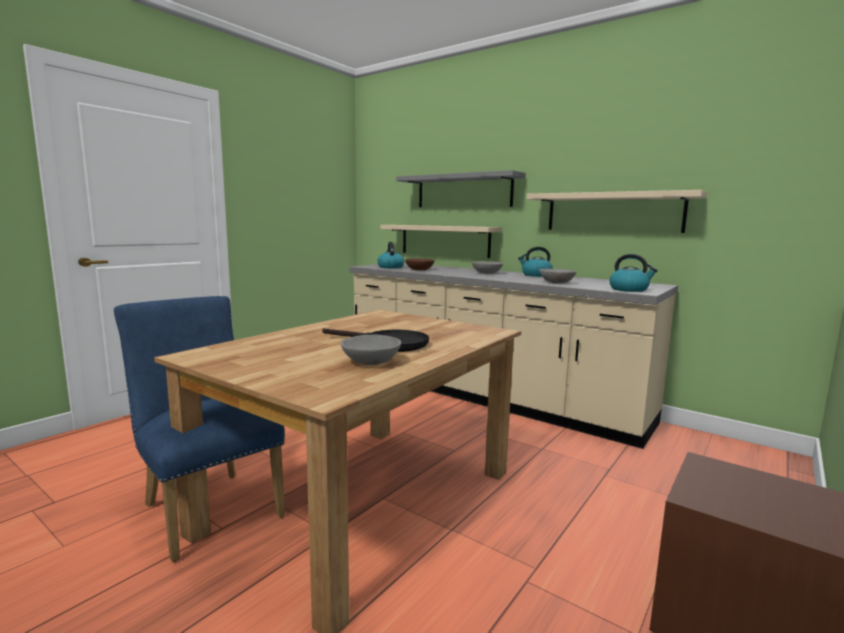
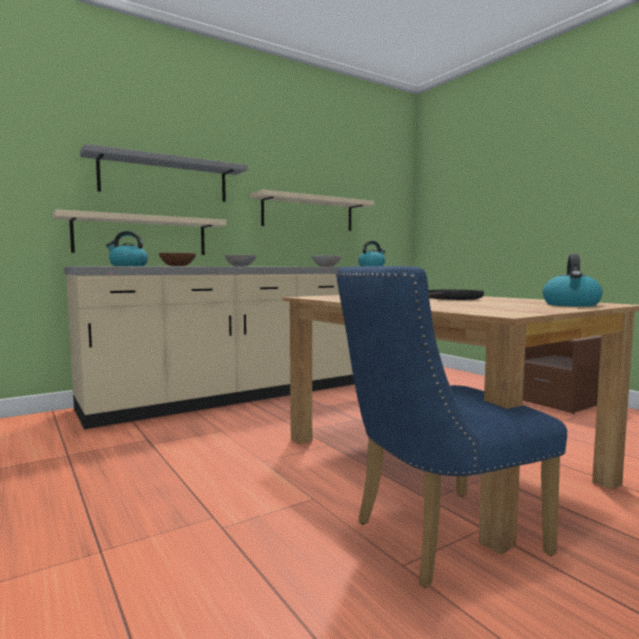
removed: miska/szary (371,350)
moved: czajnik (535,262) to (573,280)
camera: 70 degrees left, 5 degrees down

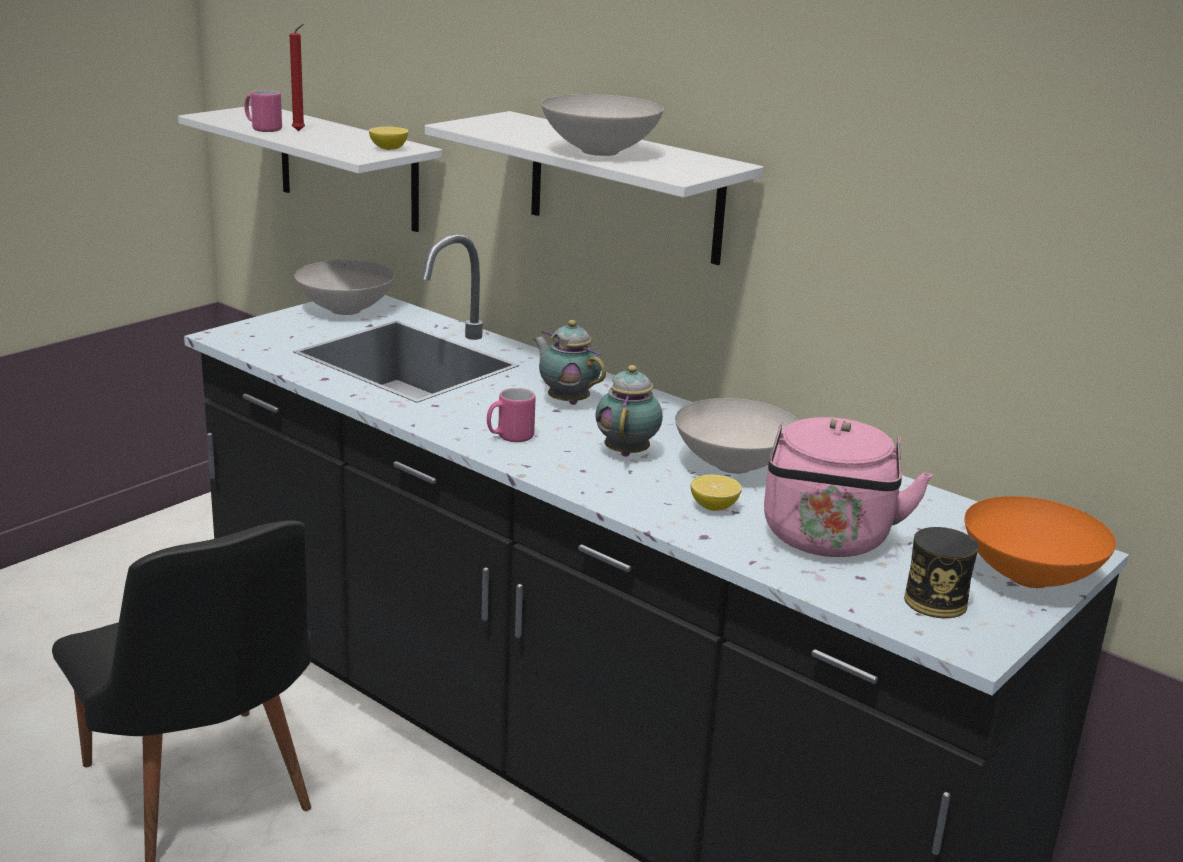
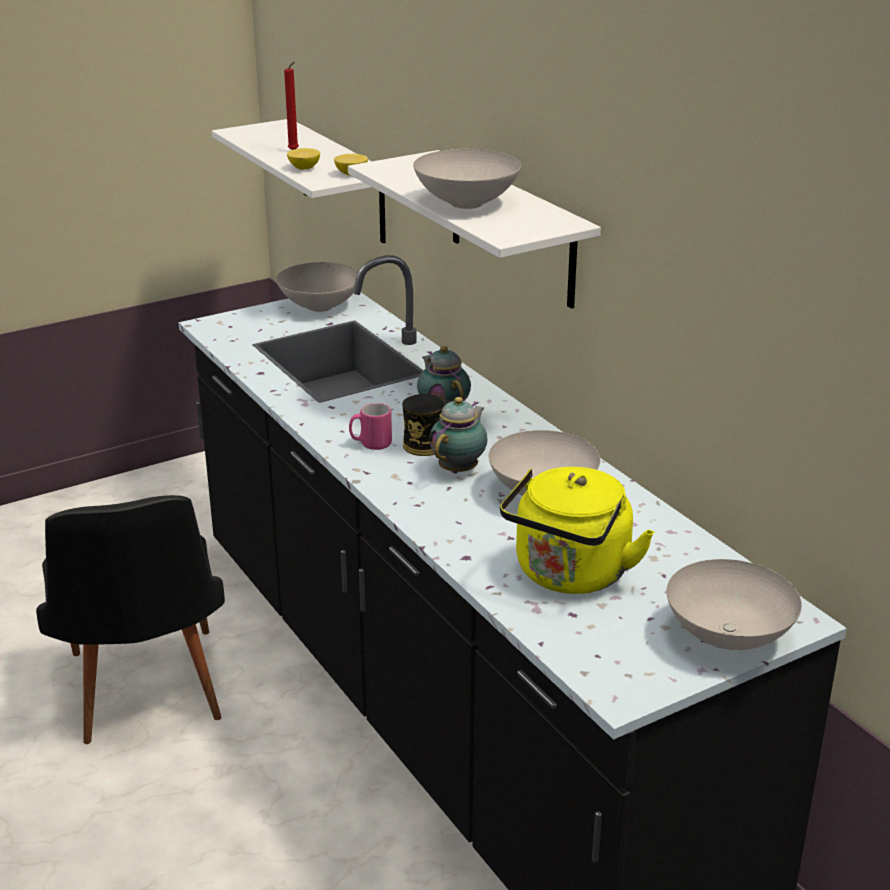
removed: kubek/różowy (263,111)
moved: cytryna (716,493) to (303,159); puszka (941,572) to (424,425)
recoloured: czajnik/różowy (848,487) to czajnik/żółty (577,530); miska/pomarańczowy (1040,542) to miska/biały (734,604)
camera: 20 degrees right, 5 degrees up

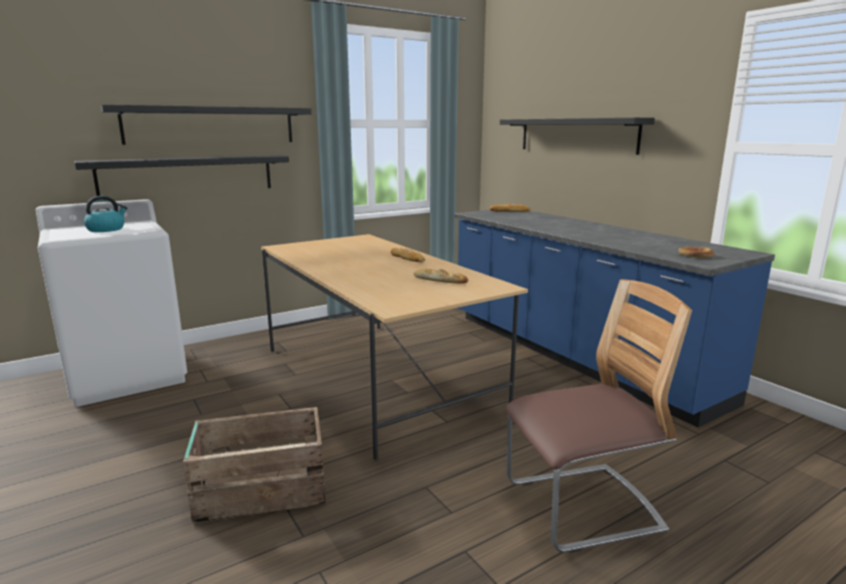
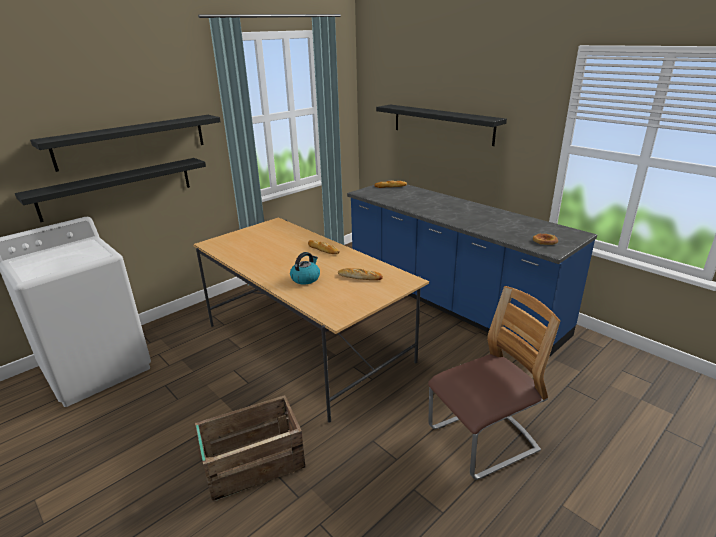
moved: czajnik (105,214) to (305,268)
camera: 10 degrees left, 10 degrees up

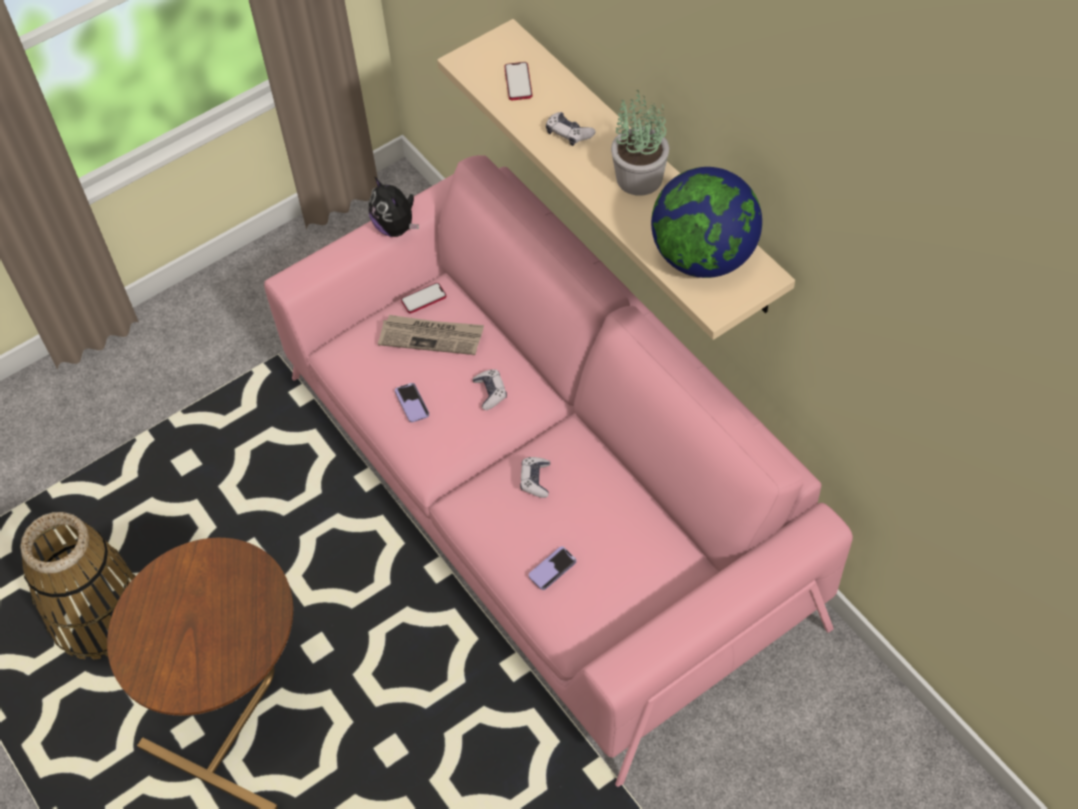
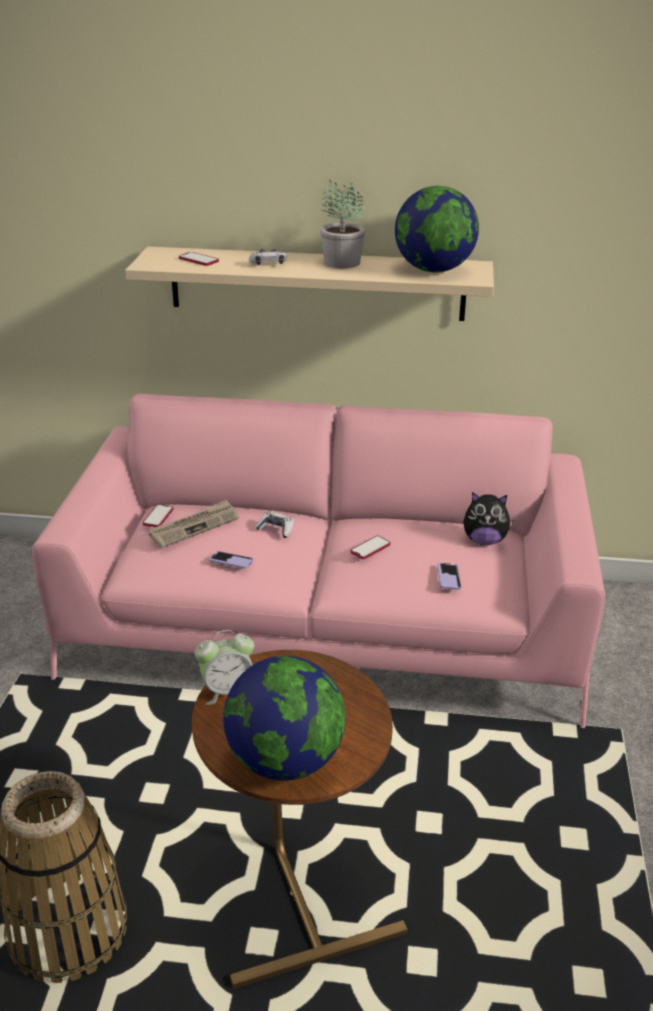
added: budzik (224,667); globus (284,718)
moved: pluszak (394,207) to (488,518)
replaced: pad do gier (535,477) to telefon (370,547)
camera: 50 degrees left, 25 degrees down

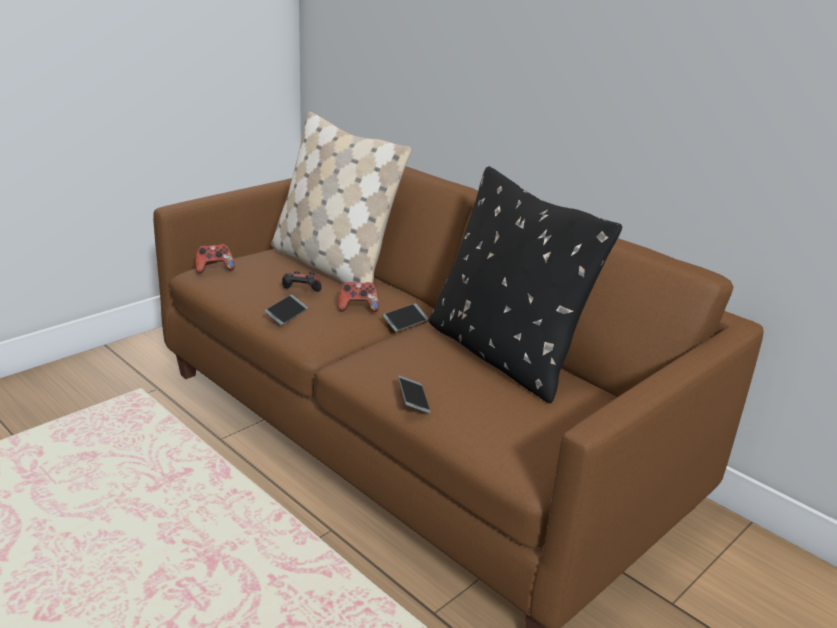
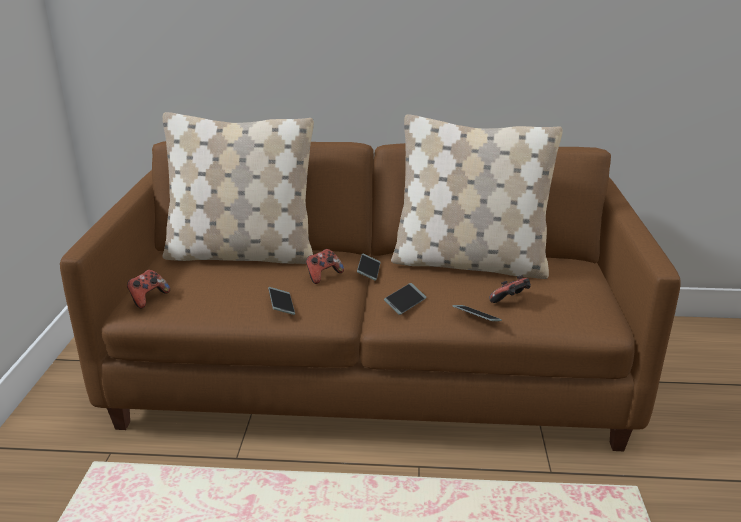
added: telefon (405,299)
moved: pad do gier (302,281) to (510,289)
recoloured: poduszka/czarny (525,284) to poduszka/beżowy (477,196)
camera: 40 degrees left, 0 degrees up

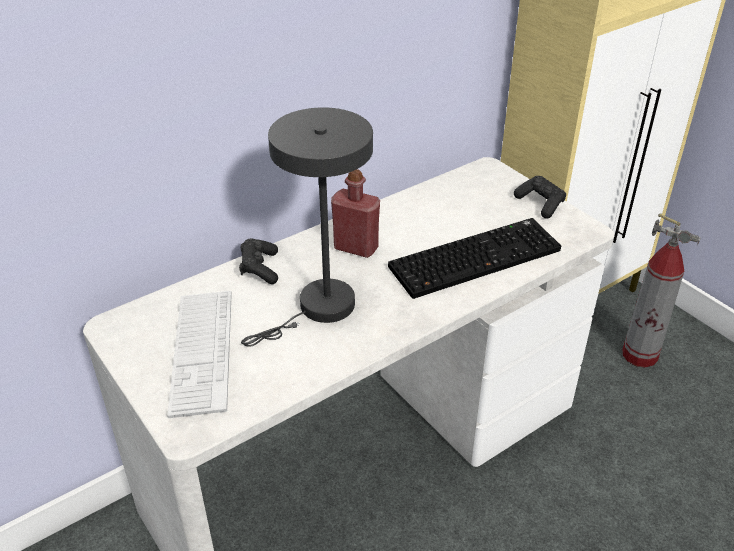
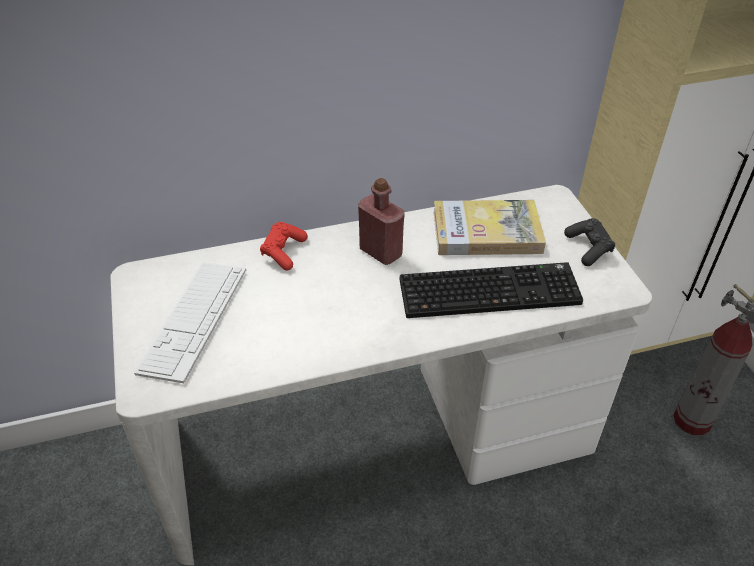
removed: lampa stołowa/szary (307,227)
added: książka (489,227)
recoloured: pad do gier/czarny (258,261) to pad do gier/czerwony (284,246)
camera: 20 degrees right, 5 degrees up

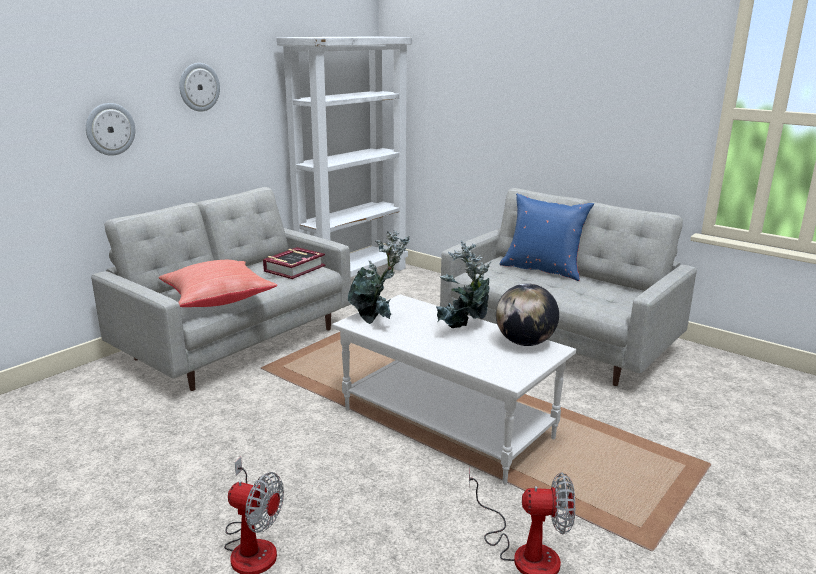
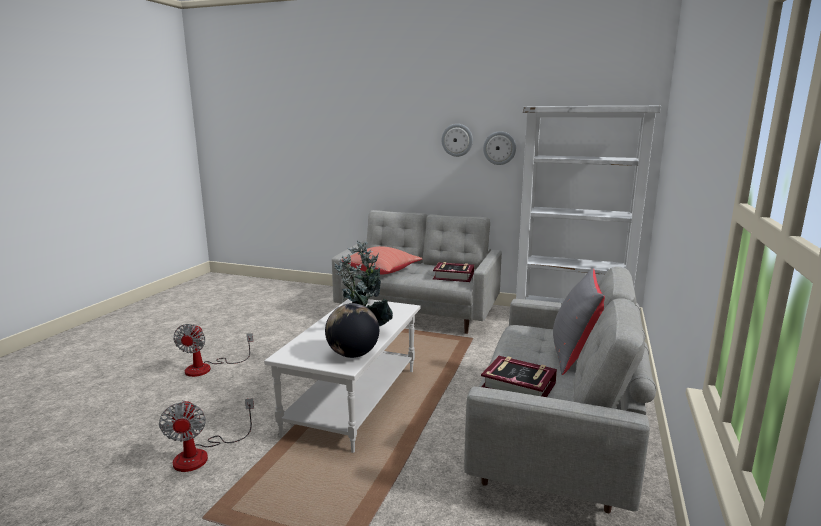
added: książka (519,376)
moved: zegar ścienny (110,129) to (499,148)
recoloured: poduszka/niebieski (547,237) to poduszka/szary (579,321)
camera: 70 degrees right, 5 degrees down

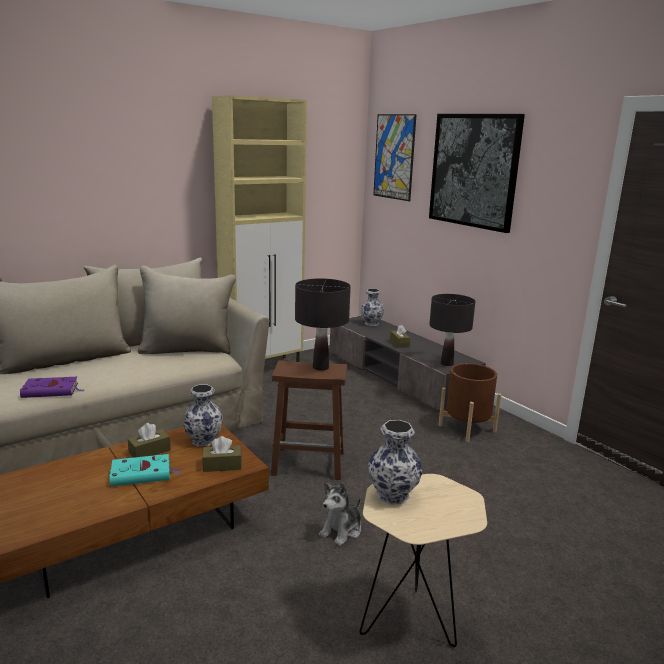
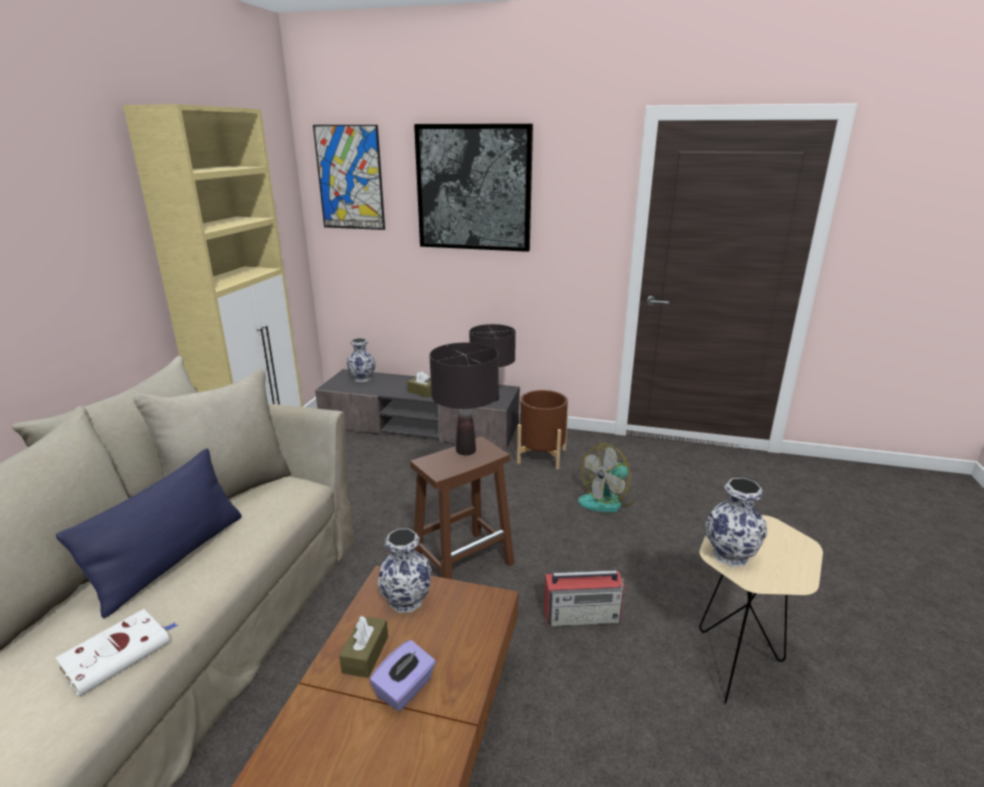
removed: pudełko chusteczek/brązowy (222,454)
added: wentylator (607,477); poduszka/niebieski (149,533)
replaced: książka/turkusowy (145,470) to pudełko chusteczek/fioletowy (402,675); pluszak (340,514) to radio (584,598)
recoloured: książka/fioletowy (52,387) to książka/biały (116,652)
camera: 40 degrees left, 5 degrees up

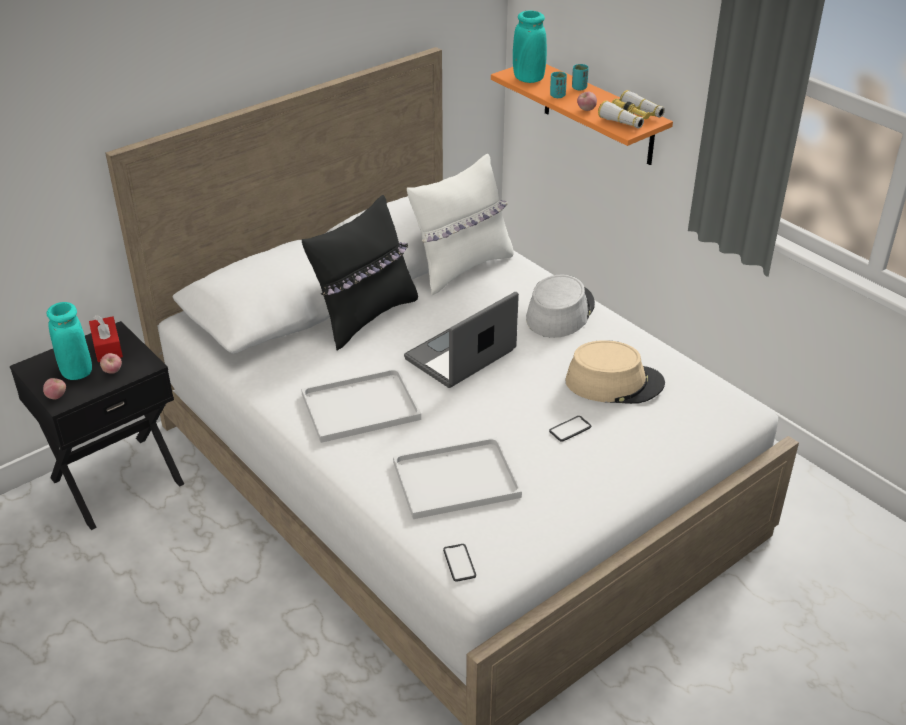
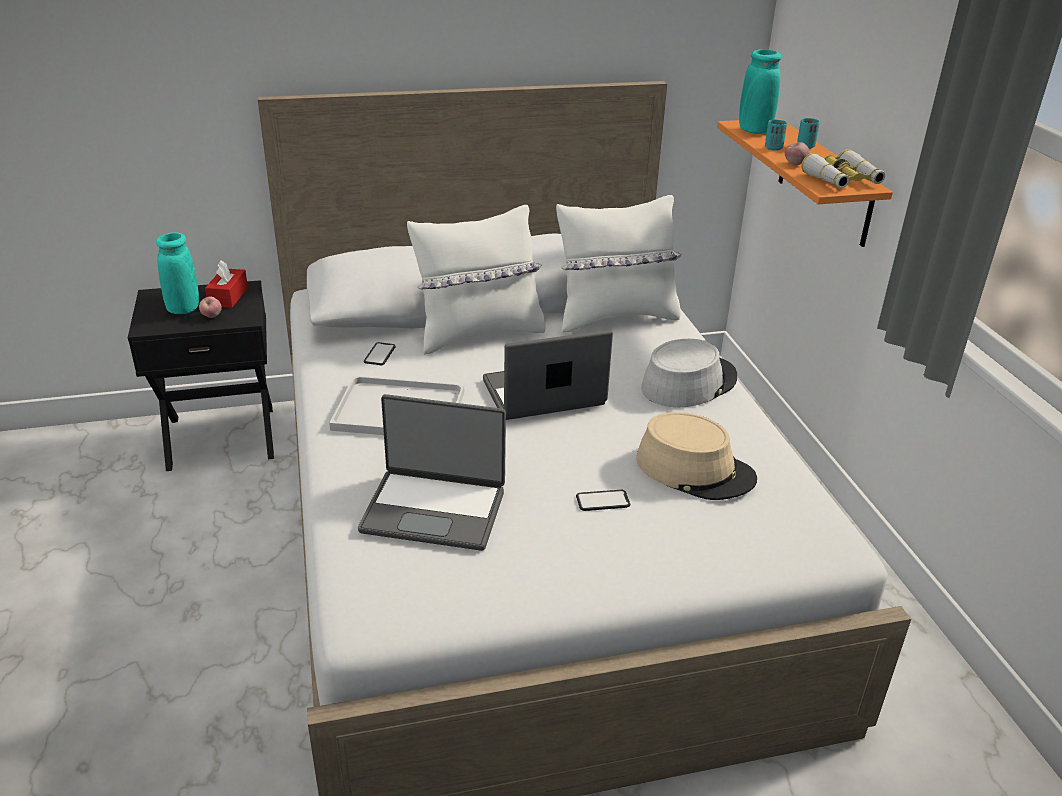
removed: jabłko (54,388)
moved: telefon (459,563) to (379,353)
replaced: taca/biały (457,478) to laptop (432,472)
recoloured: poduszka/czarny (360,273) to poduszka/biały (476,280)
camera: 25 degrees right, 5 degrees down

